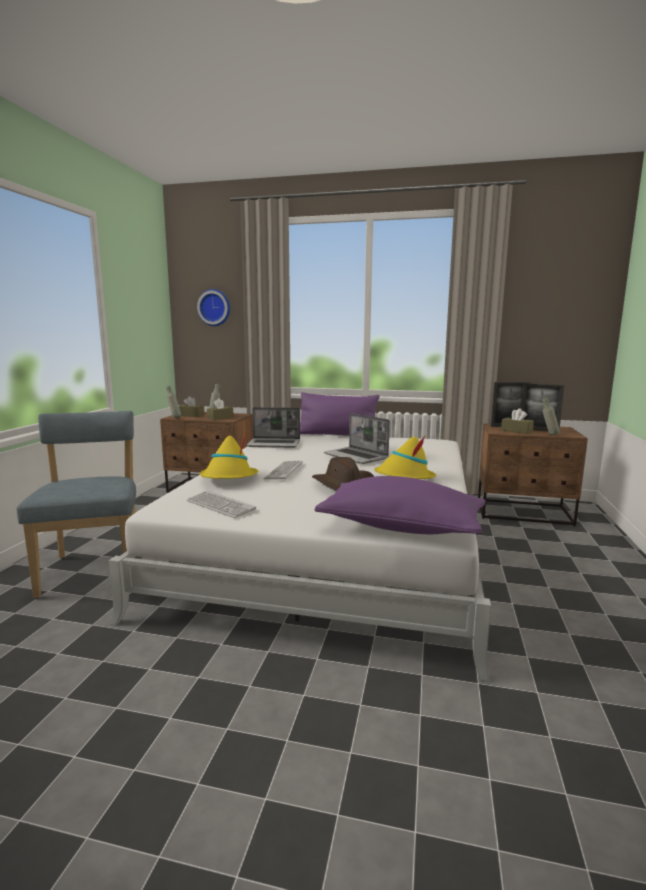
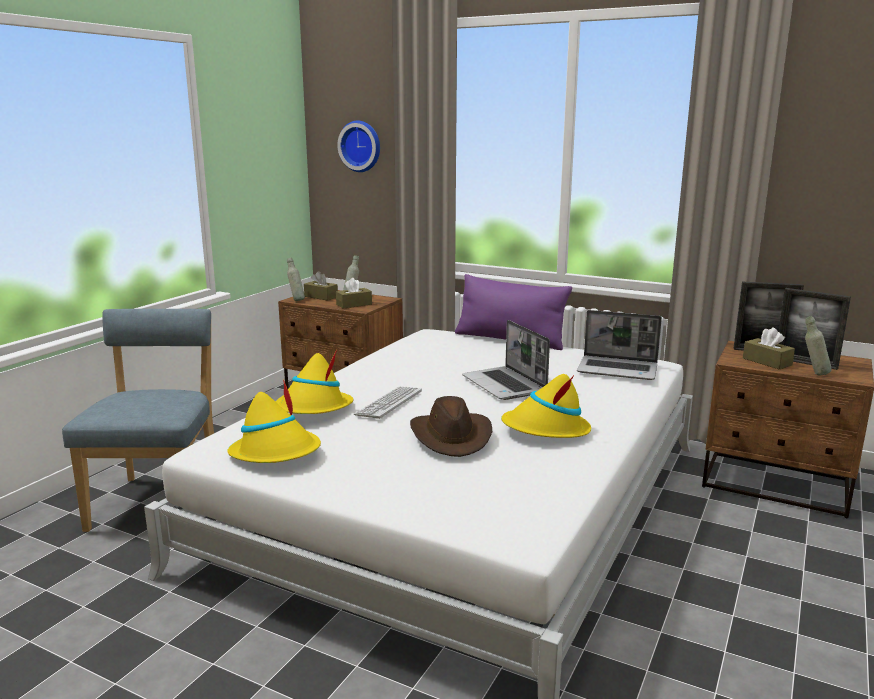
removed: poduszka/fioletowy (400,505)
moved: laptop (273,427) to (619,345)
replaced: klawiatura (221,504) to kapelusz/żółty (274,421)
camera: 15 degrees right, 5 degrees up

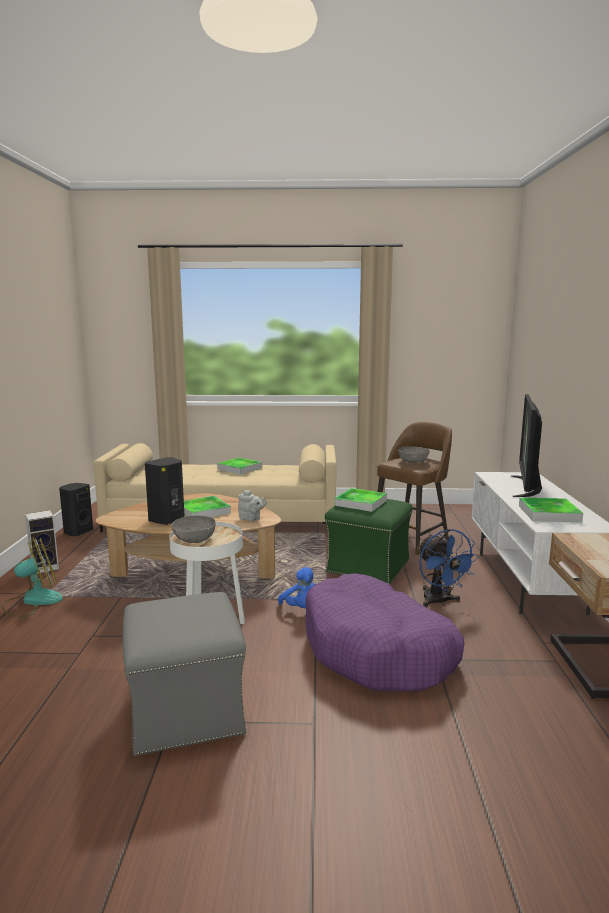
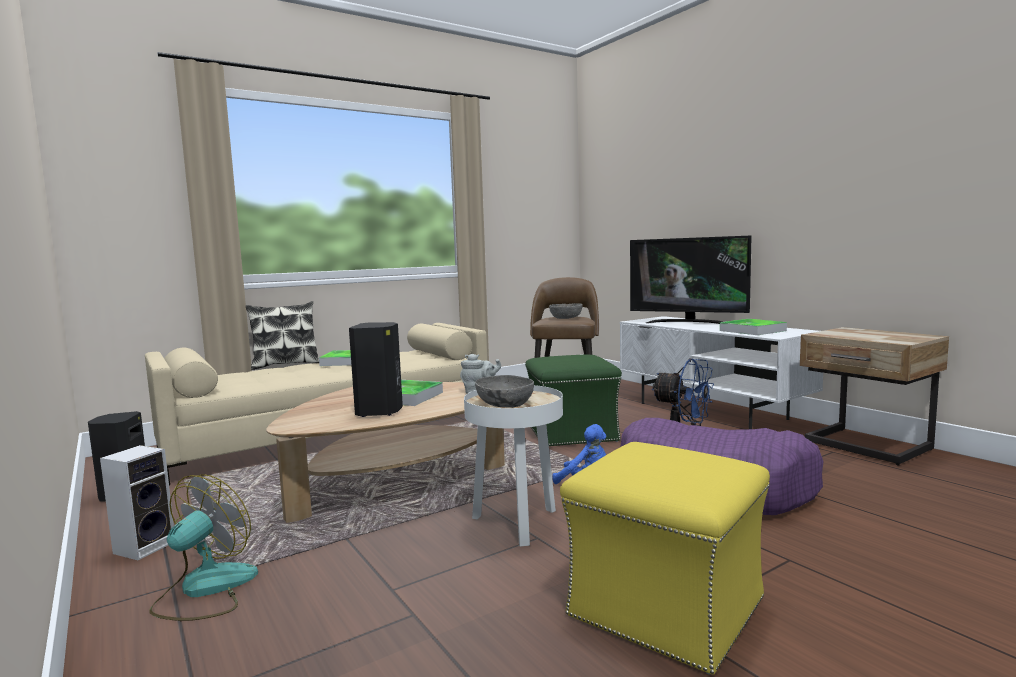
removed: taca (361,500)
added: poduszka (282,335)
recoloured: pufa/szary (184,674) to pufa/żółty (665,558)
turned: telewizor (526,445) = (691,280) 45 degrees counterclockwise
camera: 35 degrees left, 5 degrees down

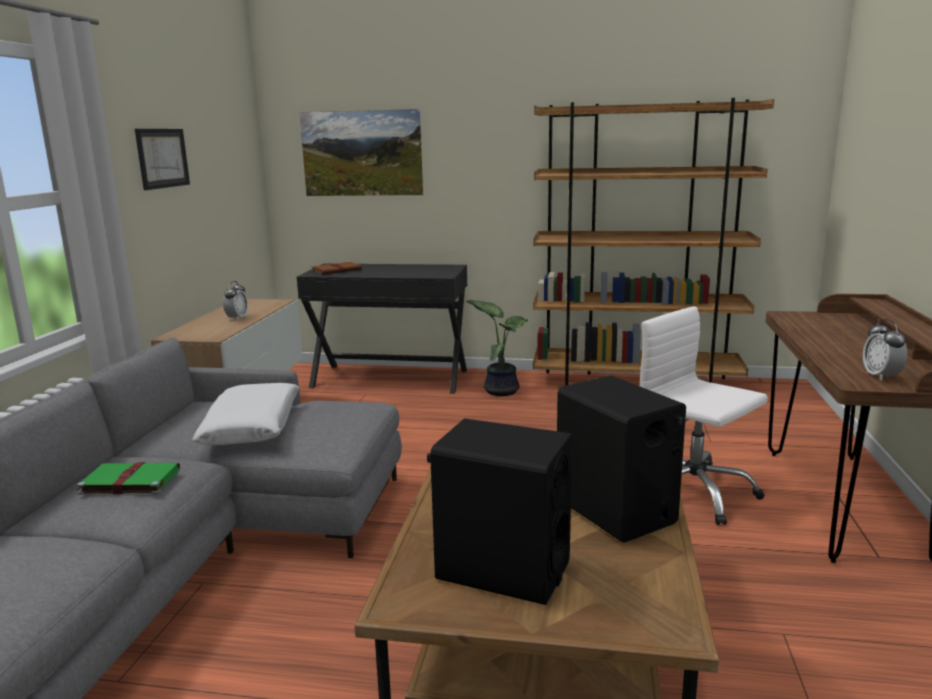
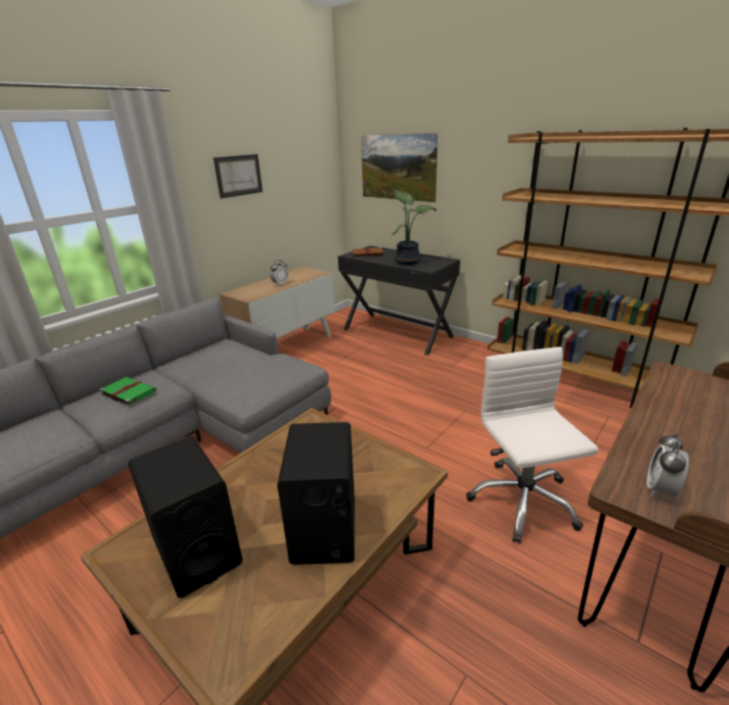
removed: poduszka/biały (245,414)
moved: roślina doniczkowa (497,348) to (414,227)
camera: 30 degrees right, 10 degrees up

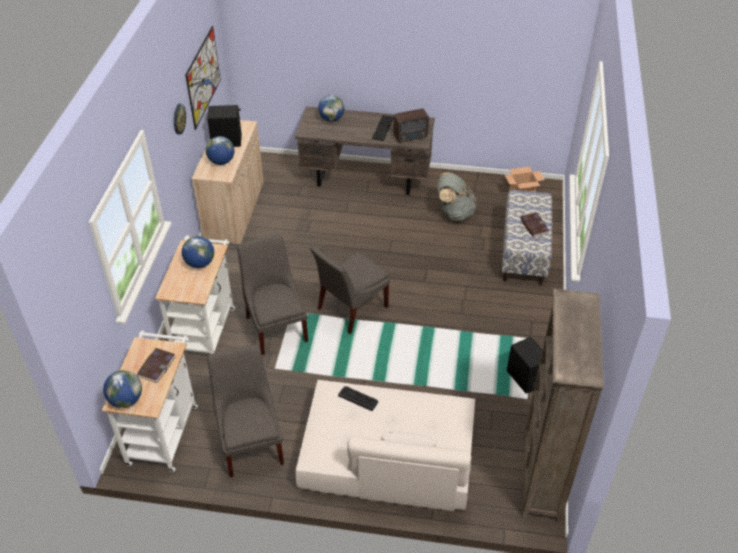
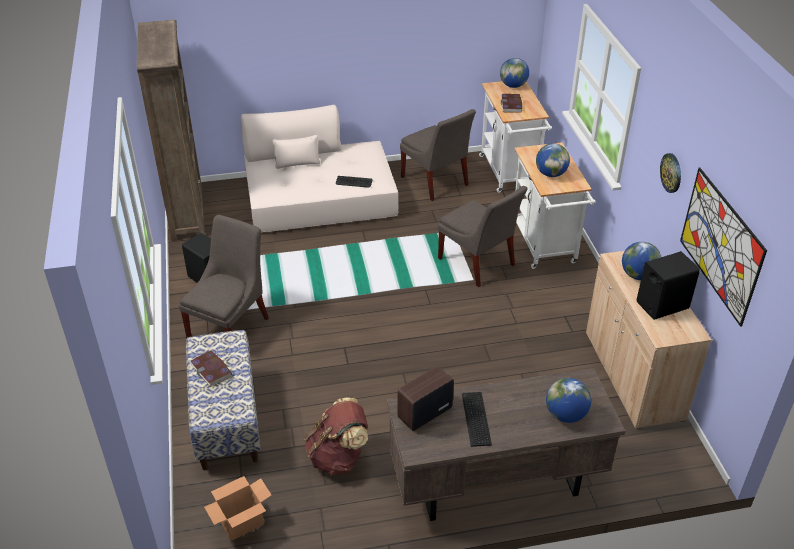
moved: krzesło/szary (350,289) to (224,276)
recoloured: plecak/szary (457,196) to plecak/brązowy (336,437)
camera: 160 degrees right, 5 degrees down

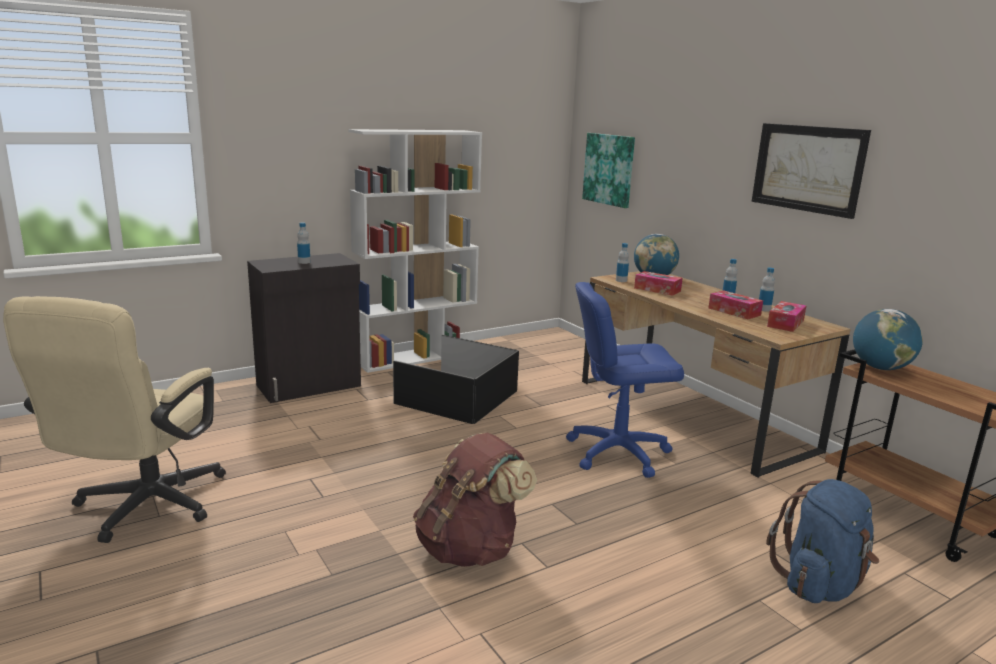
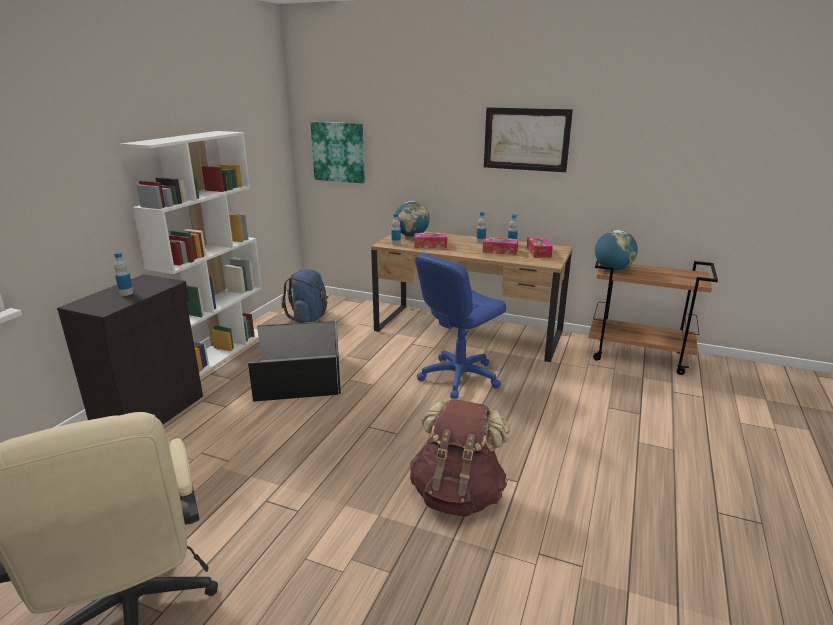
moved: plecak/niebieski (822,541) to (305,296)
camera: 35 degrees left, 5 degrees up

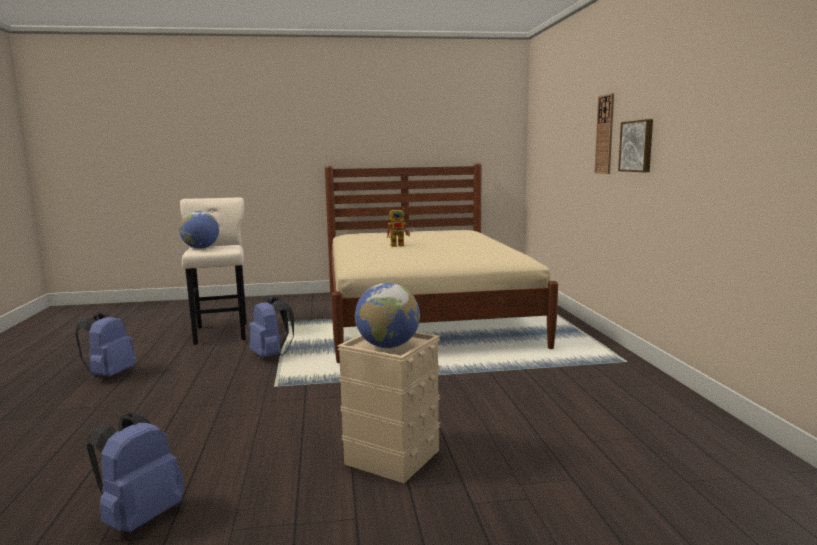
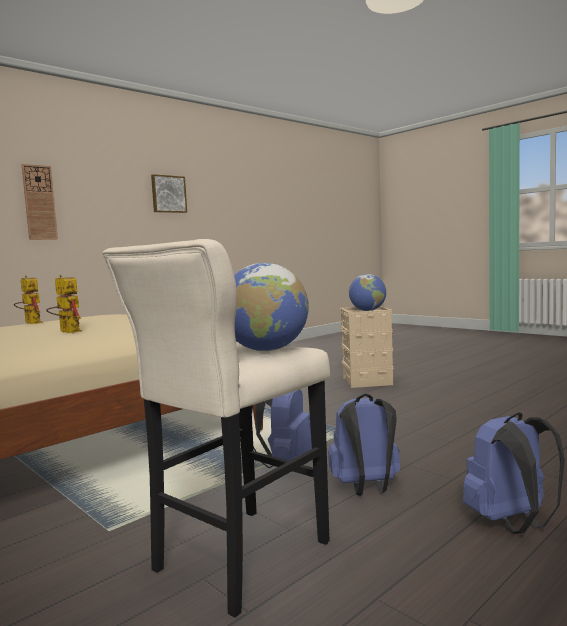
added: robot zabawkowy (28,299)
moved: obraz (635,145) to (169,193); plecak/niebieski (136,472) to (364,444)
camera: 125 degrees left, 5 degrees down

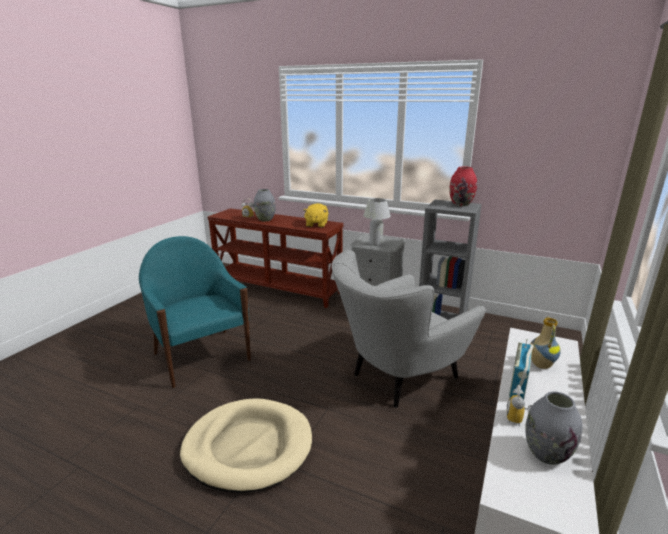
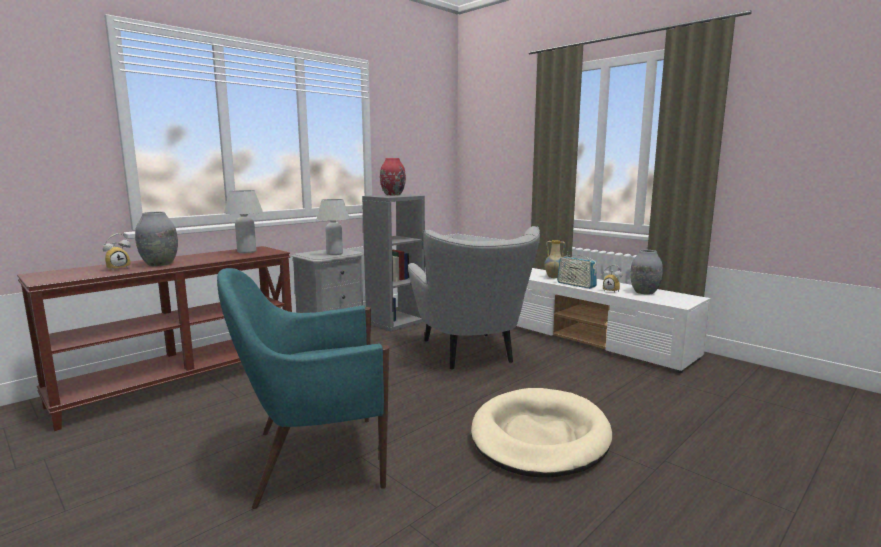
replaced: pluszak/żółty (315,215) to lampa stołowa/biały (243,221)
camera: 70 degrees left, 10 degrees down

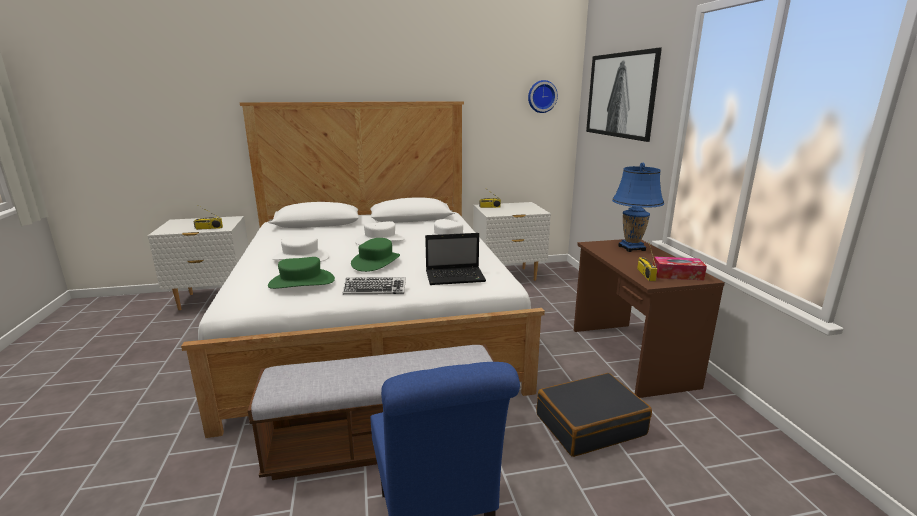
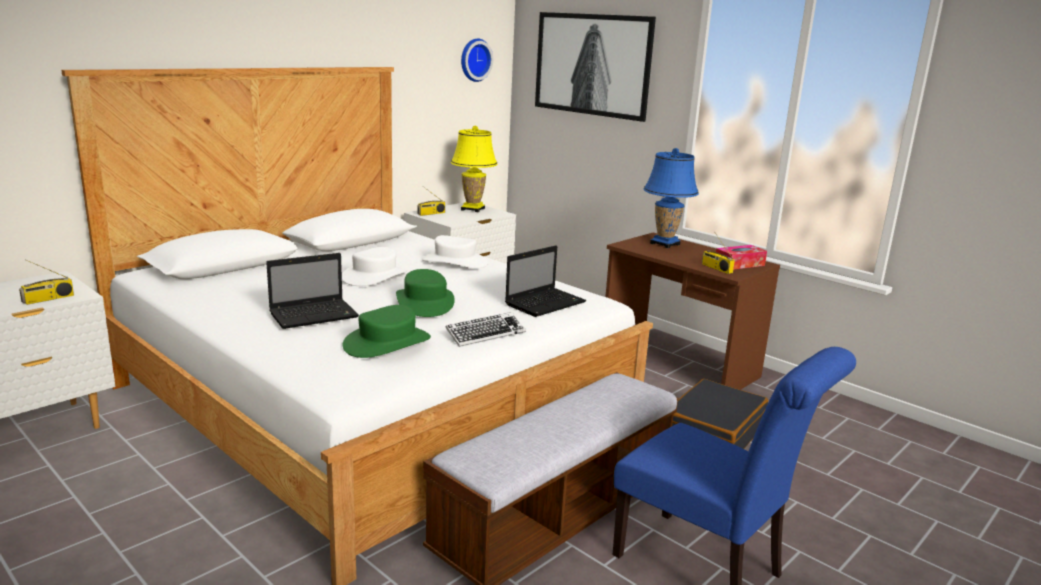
added: lampa stołowa/żółty (474,169)
replaced: kapelusz/biały (300,249) to laptop (312,291)
camera: 35 degrees left, 0 degrees up

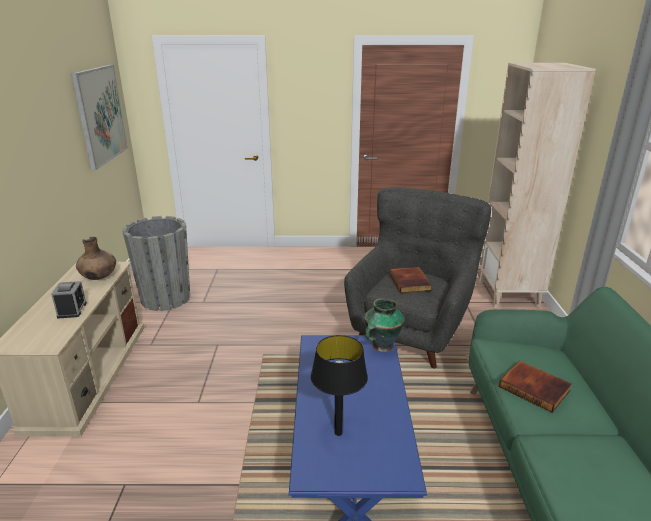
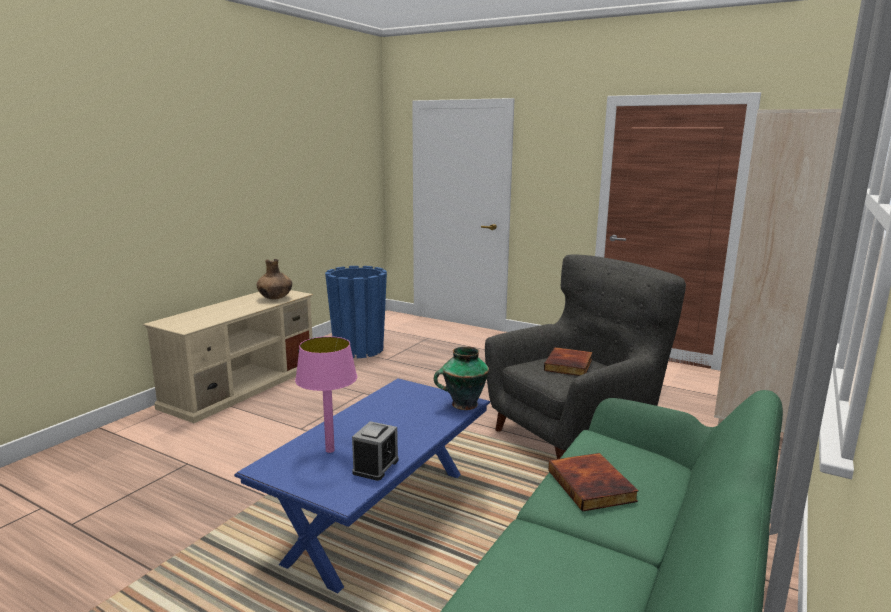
removed: obraz (99,117)
moved: budzik (69,299) to (375,451)
recoloured: donica/szary (156,263) to donica/niebieski (356,312); lampa stołowa/czarny (339,385) to lampa stołowa/różowy (326,394)
camera: 30 degrees right, 10 degrees down

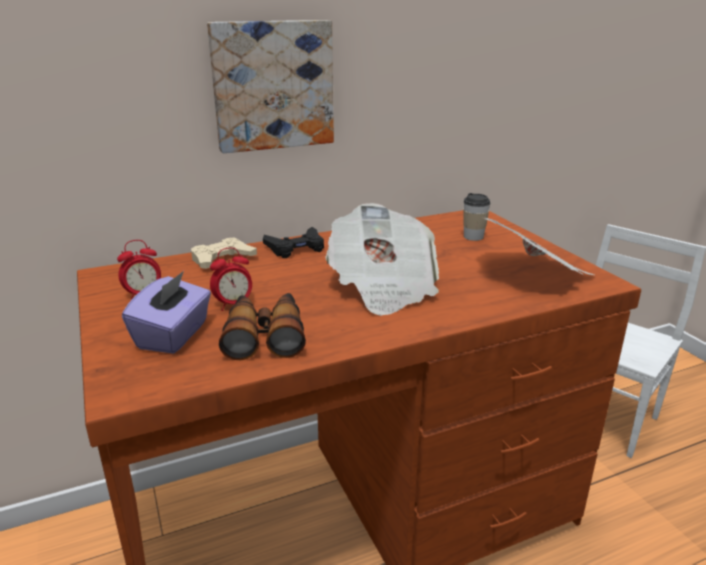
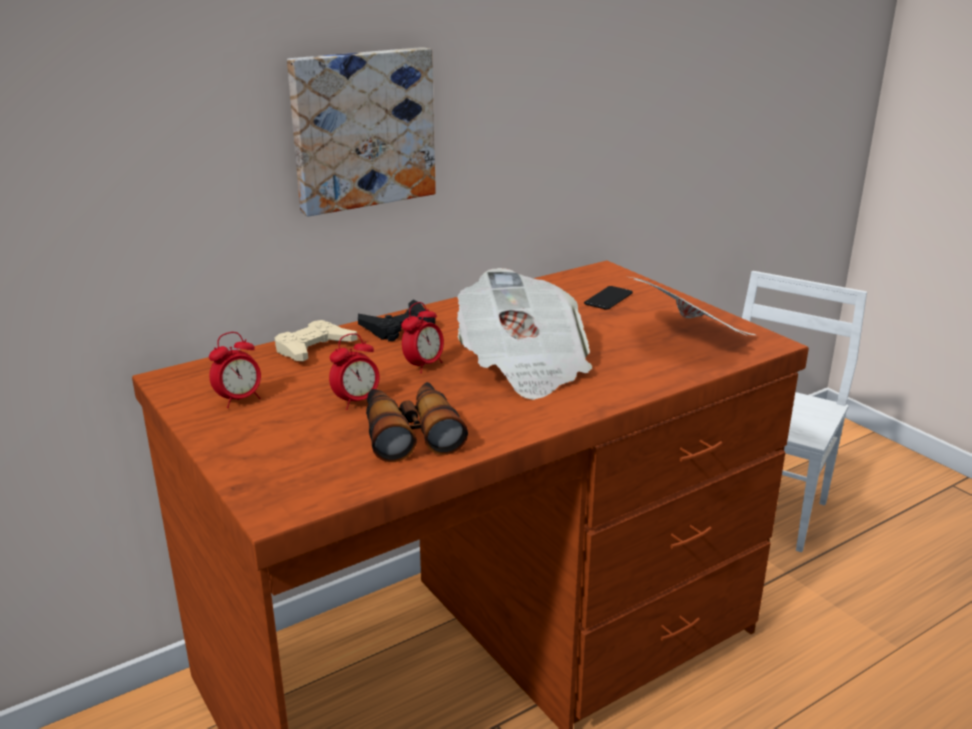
removed: pudełko chusteczek/fioletowy (166,312)
added: budzik (422,337)
replaced: filiżanka (477,217) to telefon (608,298)
camera: 10 degrees left, 0 degrees up

